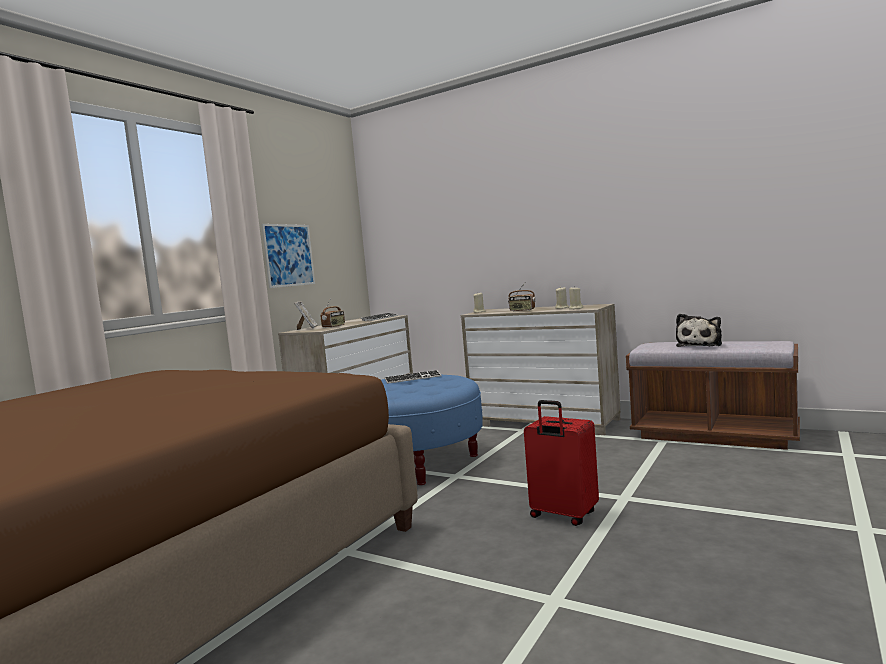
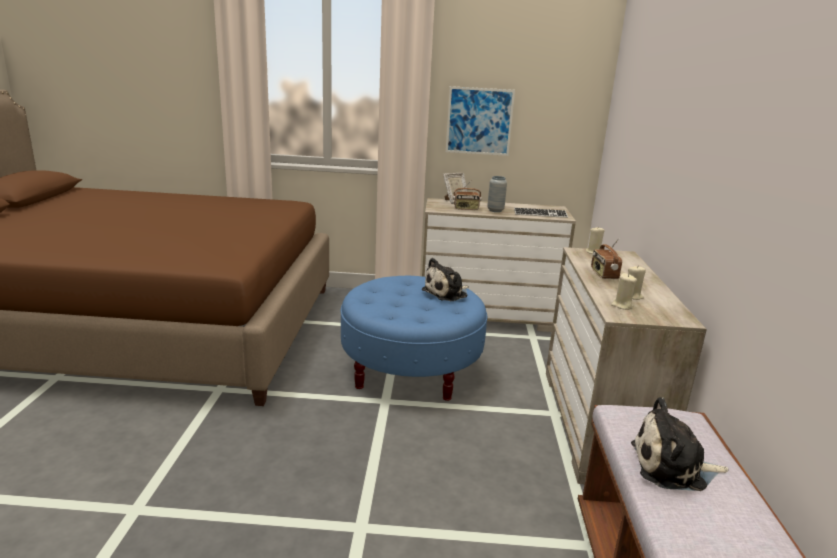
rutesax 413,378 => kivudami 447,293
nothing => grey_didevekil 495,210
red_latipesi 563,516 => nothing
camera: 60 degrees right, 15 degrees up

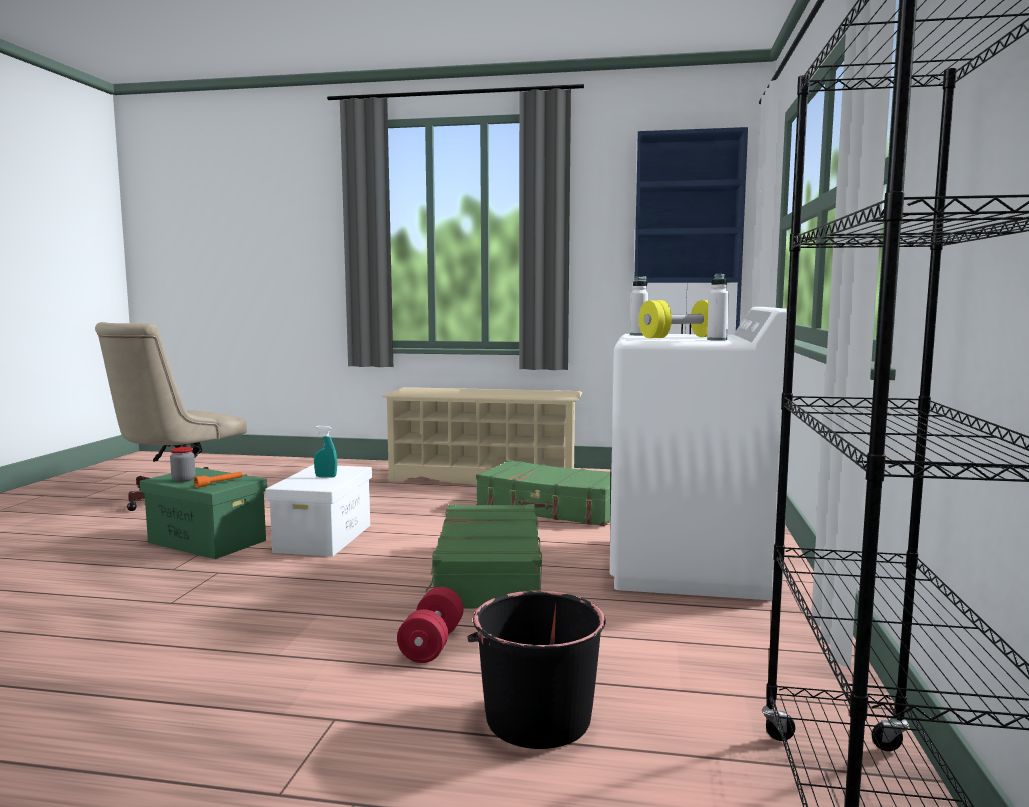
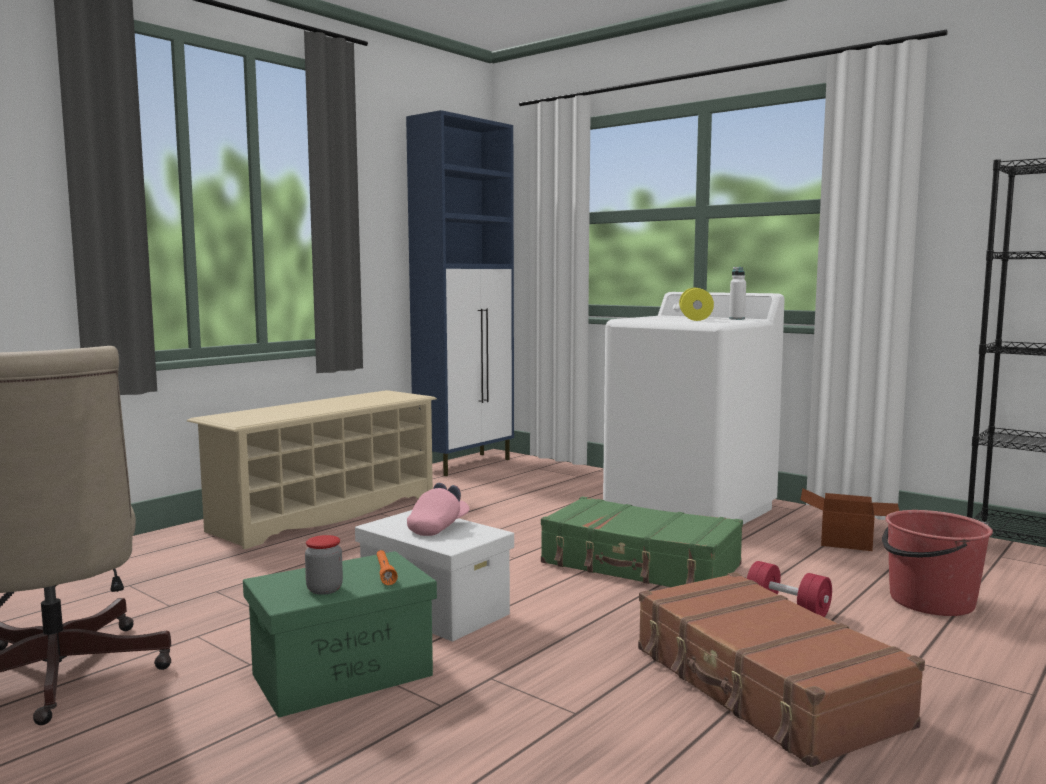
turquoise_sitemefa 326,477 => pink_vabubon 438,527
nothing => brown_latipesi 764,687
nothing => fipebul 848,541
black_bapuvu 537,718 => red_bapuvu 930,601
green_latipesi 552,509 => nothing
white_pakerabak 638,335 => nothing
camera: 60 degrees left, 0 degrees up

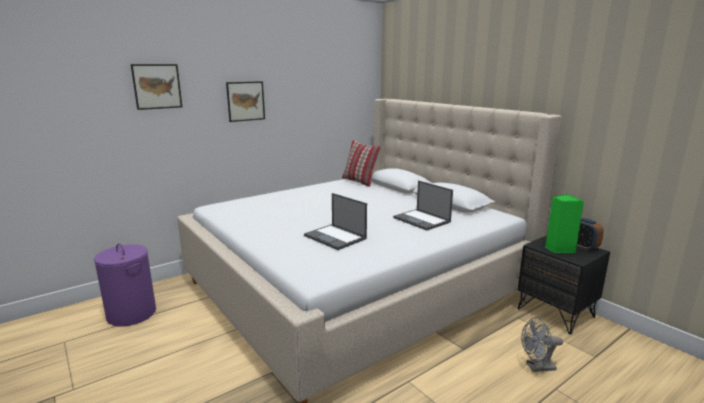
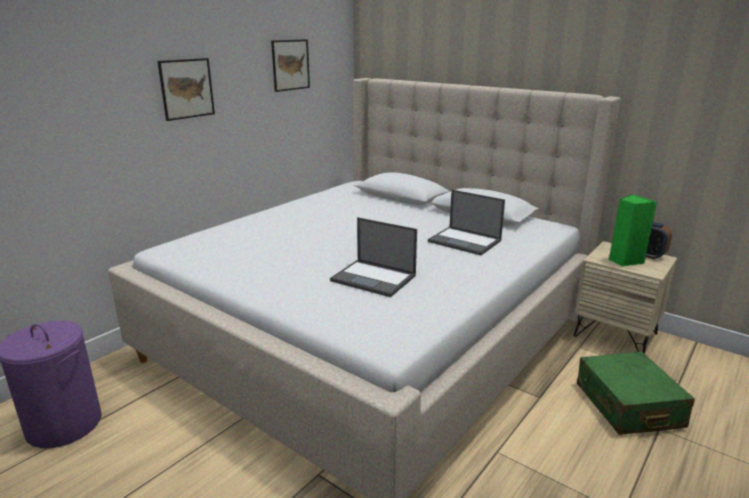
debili 157,86 => debili 290,65, relocated
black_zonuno 556,313 => beige_zonuno 615,335
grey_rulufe 536,367 => green_latipesi 628,405
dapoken 359,181 => nothing
camera: 15 degrees left, 5 degrees up

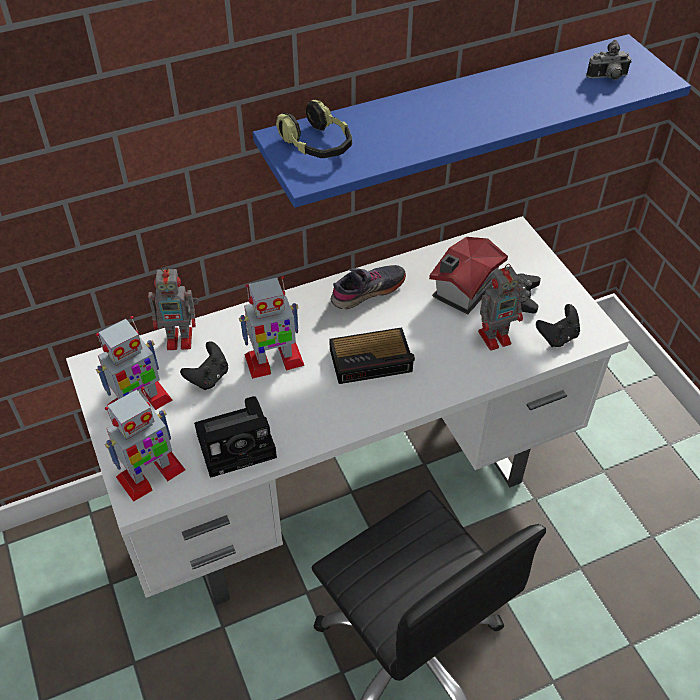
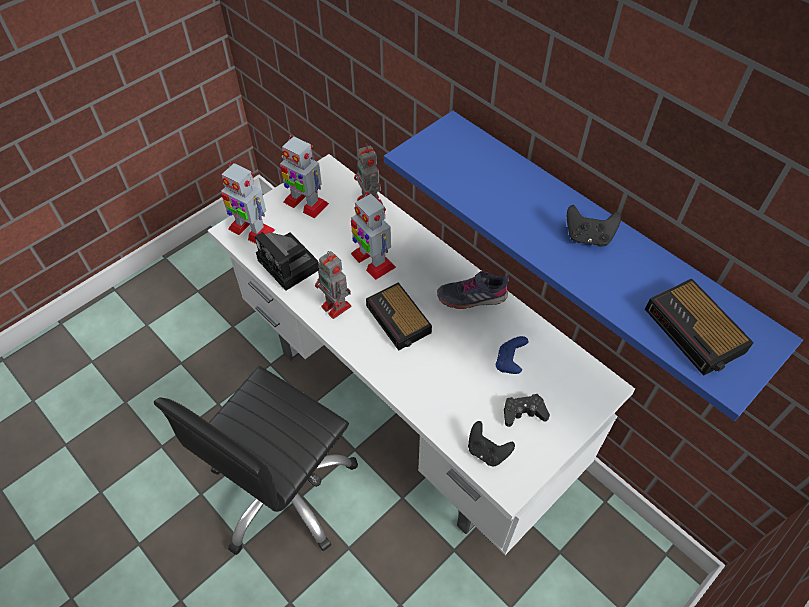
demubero 496,337 => demubero 337,307, relocated
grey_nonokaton 368,291 => grey_nonokaton 472,296, 135 degrees clockwise
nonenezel 463,289 => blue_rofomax 509,362
black_rofomax 208,377 => black_rofomax 588,237, relocated
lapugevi 607,78 => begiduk 695,332
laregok 317,145 => nothing
camera: 70 degrees right, 5 degrees up

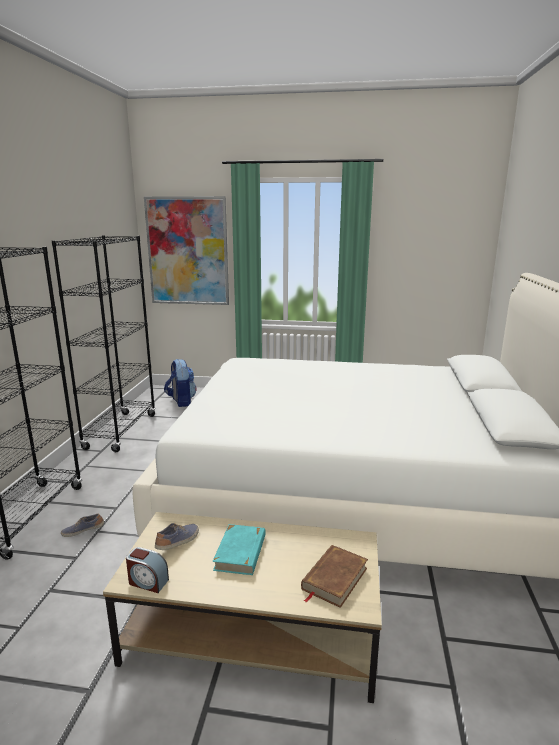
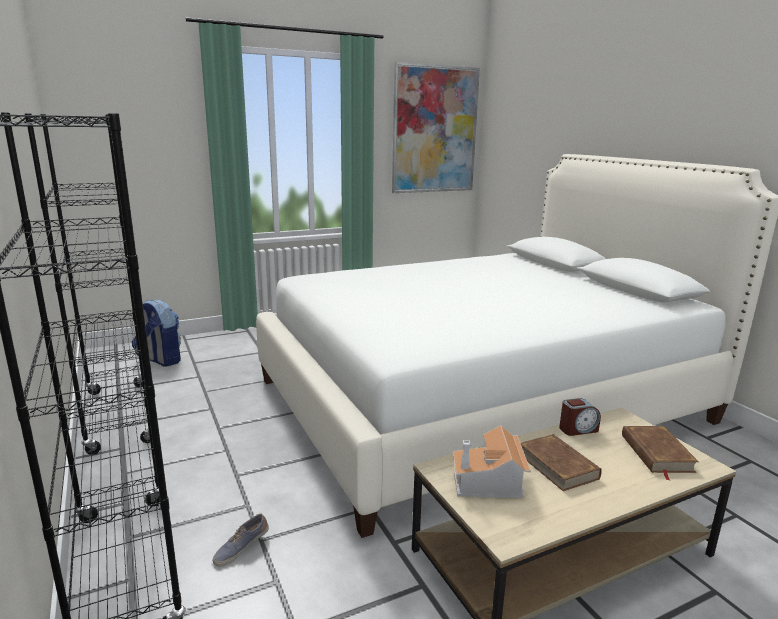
debili 187,251 => debili 435,130, relocated
nonokaton 178,542 => nonenezel 489,482
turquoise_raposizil 241,552 => brown_raposizil 557,465
begiduk 147,582 => begiduk 578,429, relocated
camera: 35 degrees left, 0 degrees up

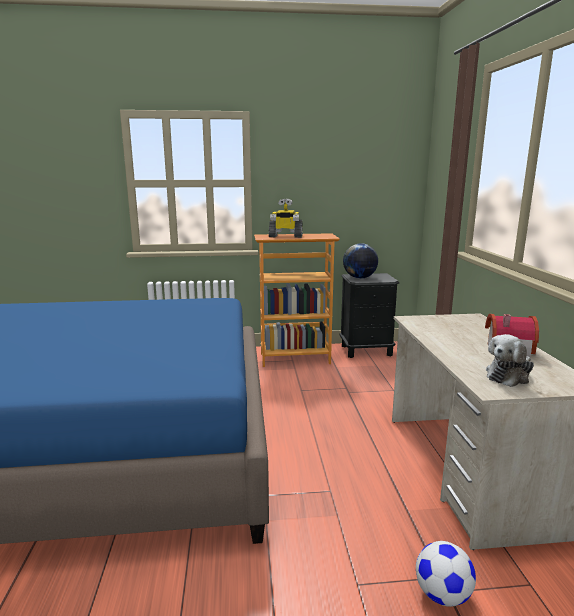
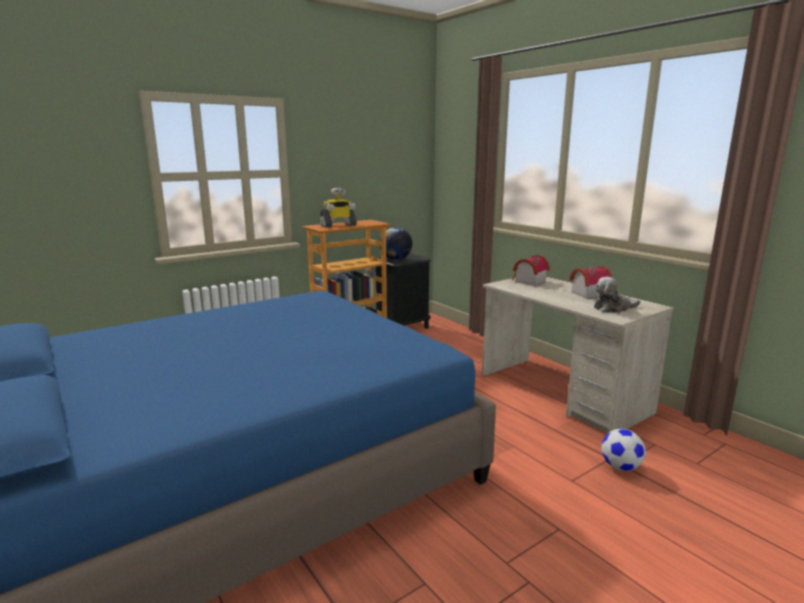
nothing => nonenezel 528,281
kivudami 509,375 => kivudami 613,308, 60 degrees clockwise
camera: 30 degrees left, 0 degrees up

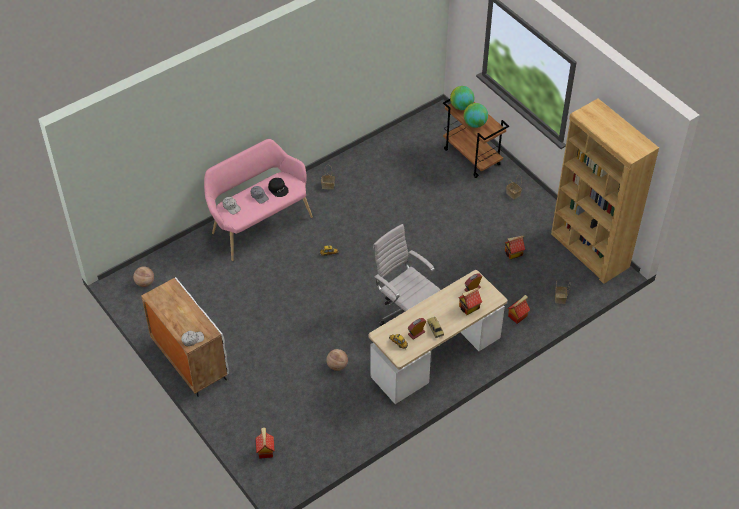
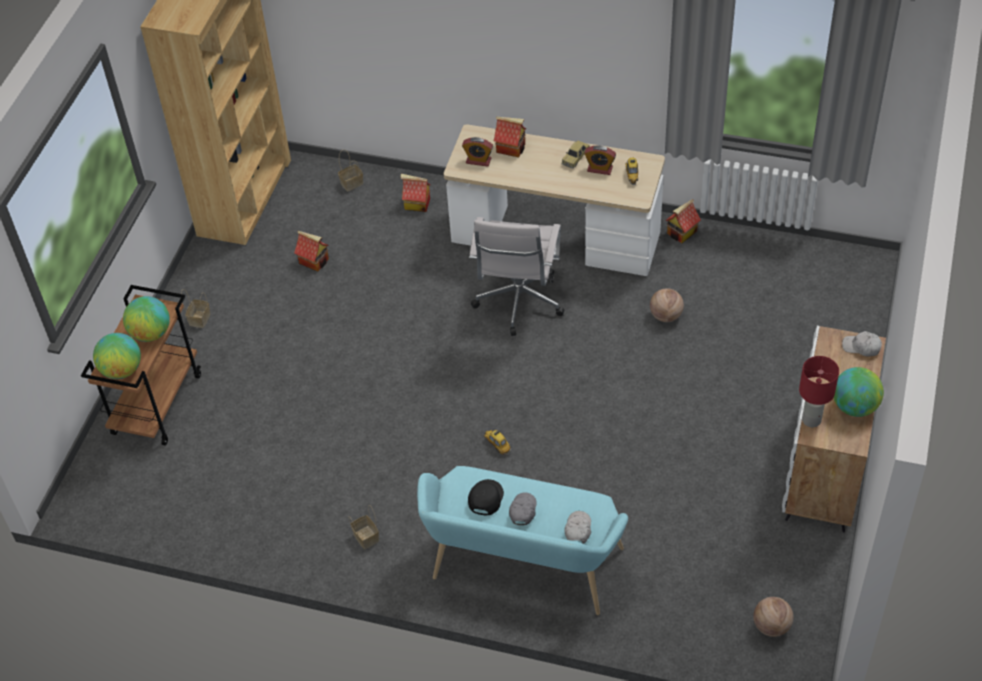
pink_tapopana 258,223 => turquoise_tapopana 522,570
nonenezel 265,450 => nonenezel 682,233, relocated
nothing => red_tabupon 811,419
nothing => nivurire 854,406
camera: 125 degrees left, 0 degrees up

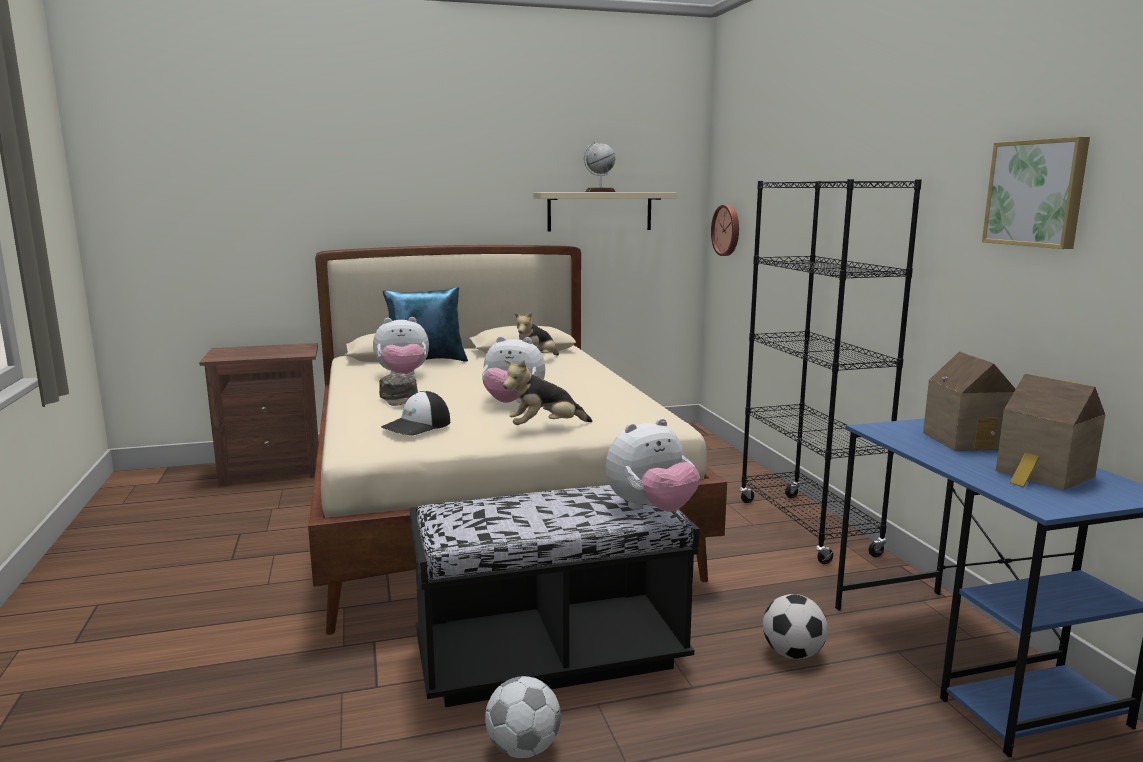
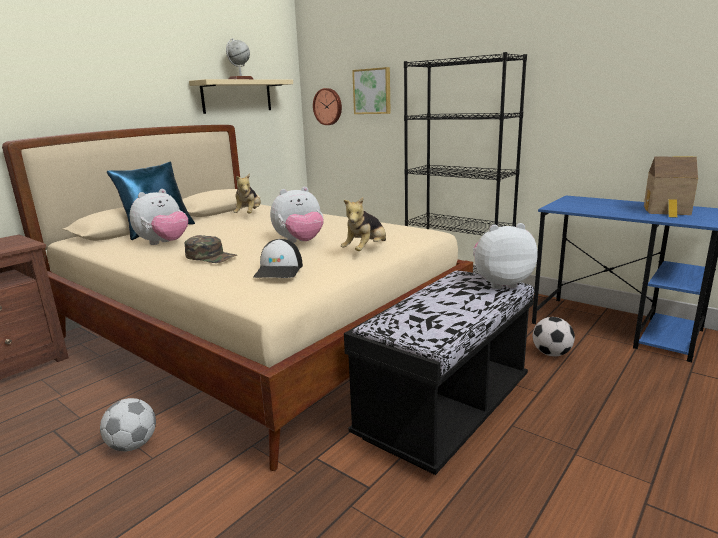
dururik 523,748 => dururik 132,445, relocated
debili 1037,193 => debili 372,91, relocated
kivudami 651,509 => kivudami 500,283, 120 degrees counterclockwise
nonenezel 968,440 => nothing
camera: 35 degrees left, 5 degrees up

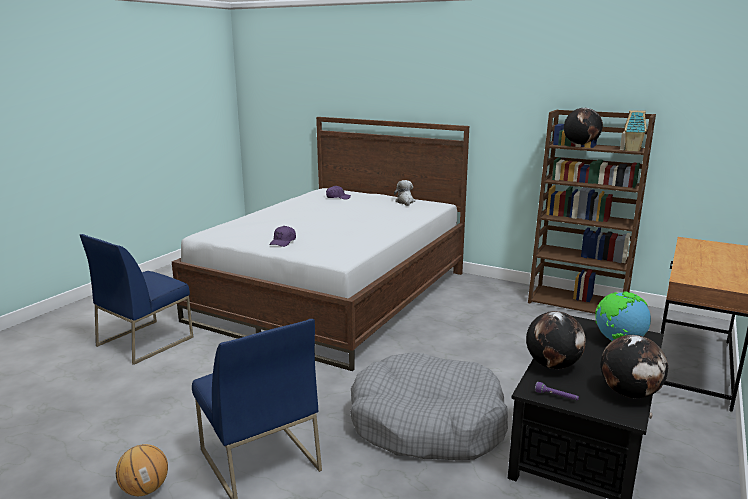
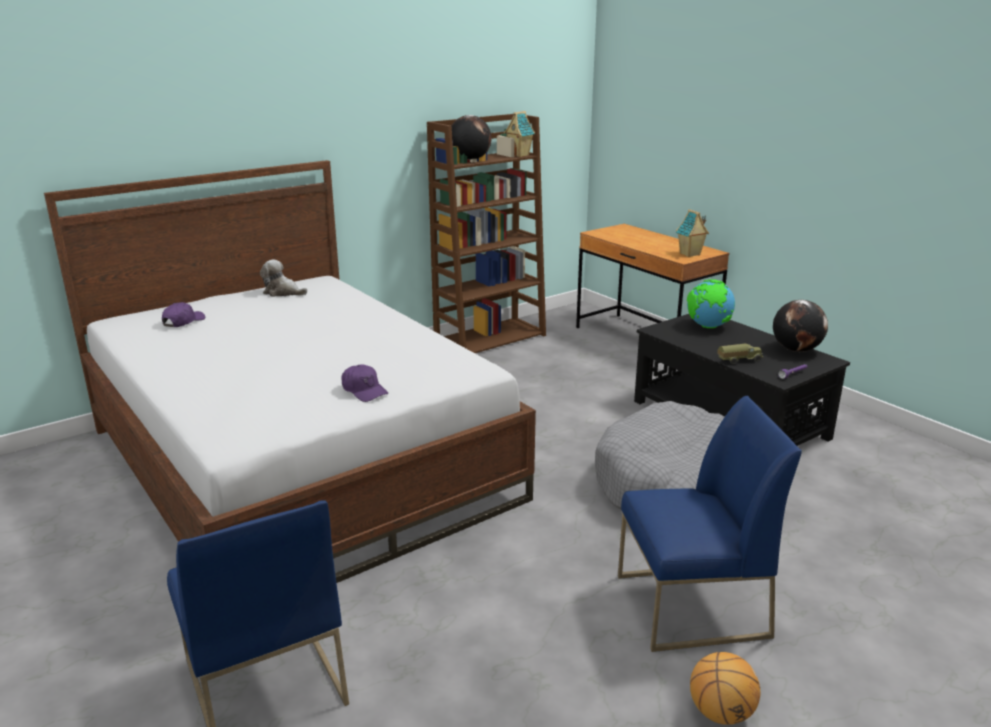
nothing => nonenezel 690,254
nivurire 552,365 => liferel 739,360
camera: 65 degrees left, 5 degrees up

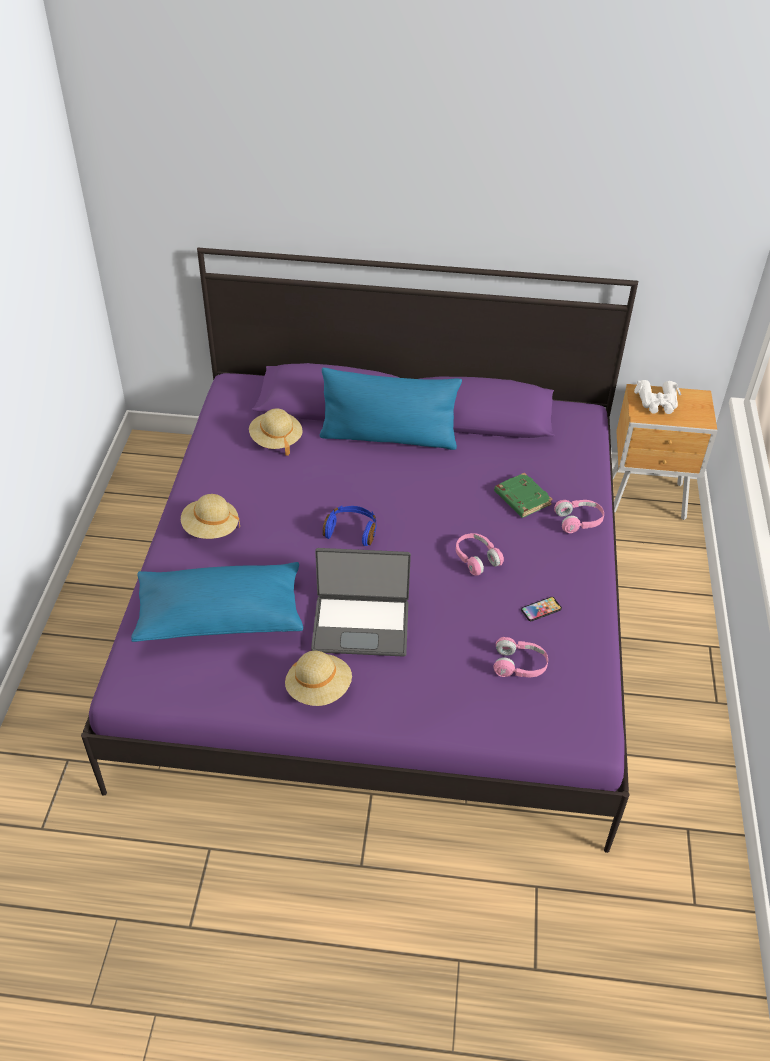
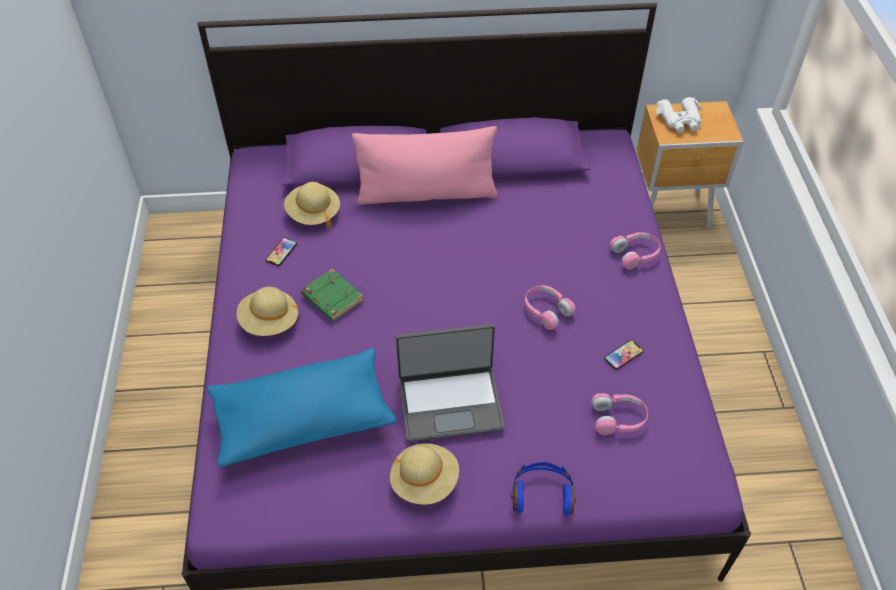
nothing => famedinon 281,252
green_raposizil 521,498 => green_raposizil 331,298, relocated
blue_dapoken 388,437 => pink_dapoken 426,194
blue_laregok 351,531 => blue_laregok 542,494, relocated
camera: 10 degrees left, 5 degrees up

